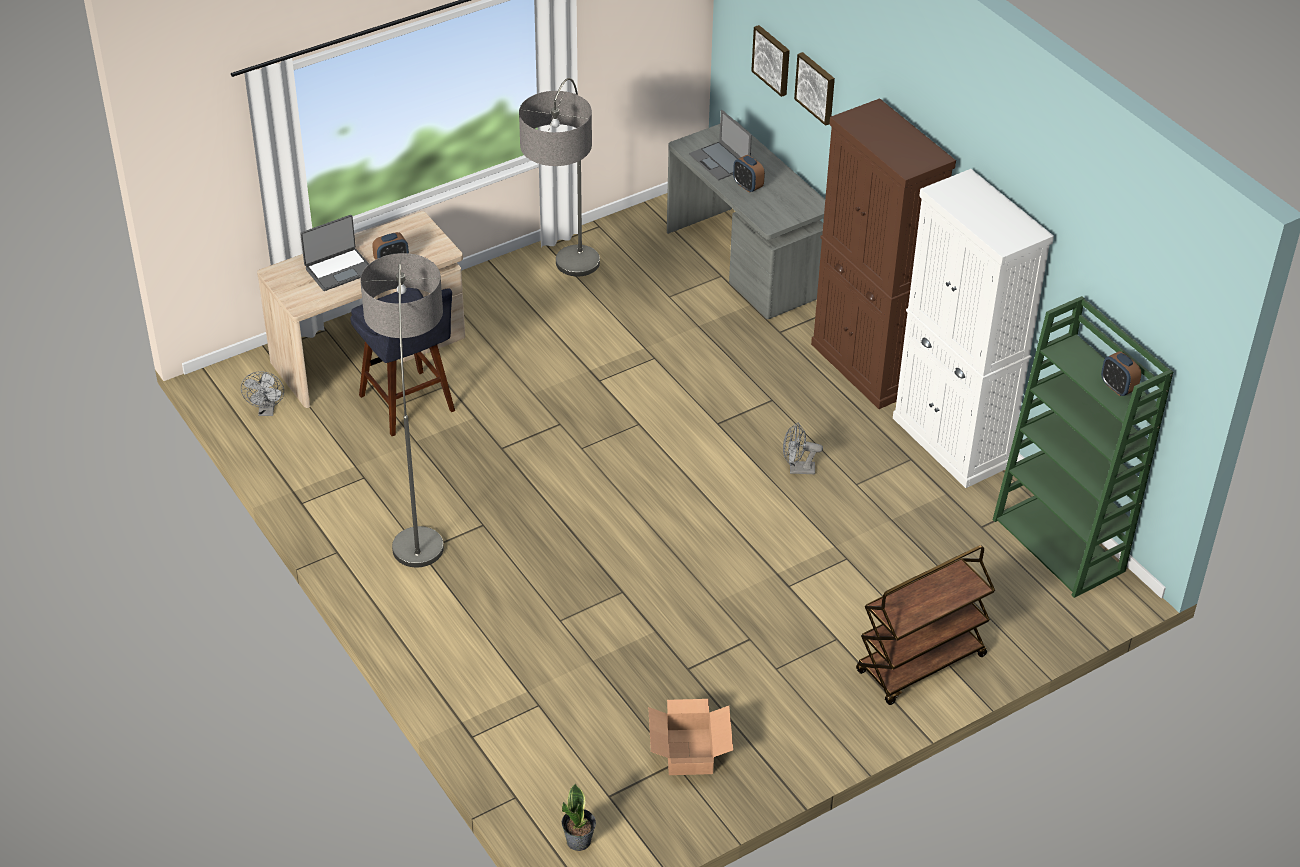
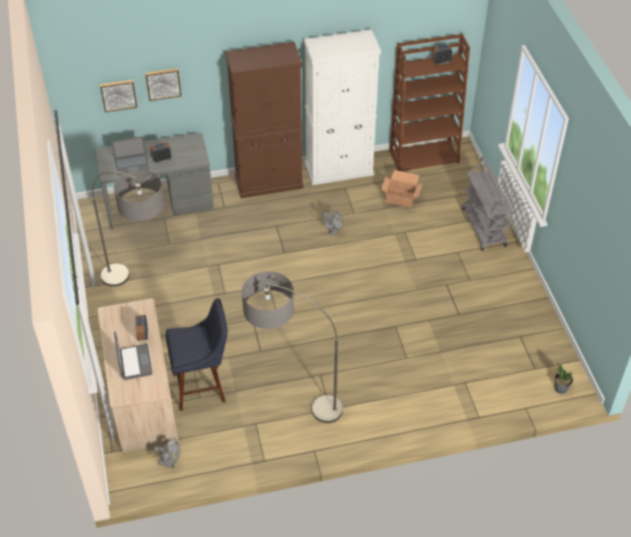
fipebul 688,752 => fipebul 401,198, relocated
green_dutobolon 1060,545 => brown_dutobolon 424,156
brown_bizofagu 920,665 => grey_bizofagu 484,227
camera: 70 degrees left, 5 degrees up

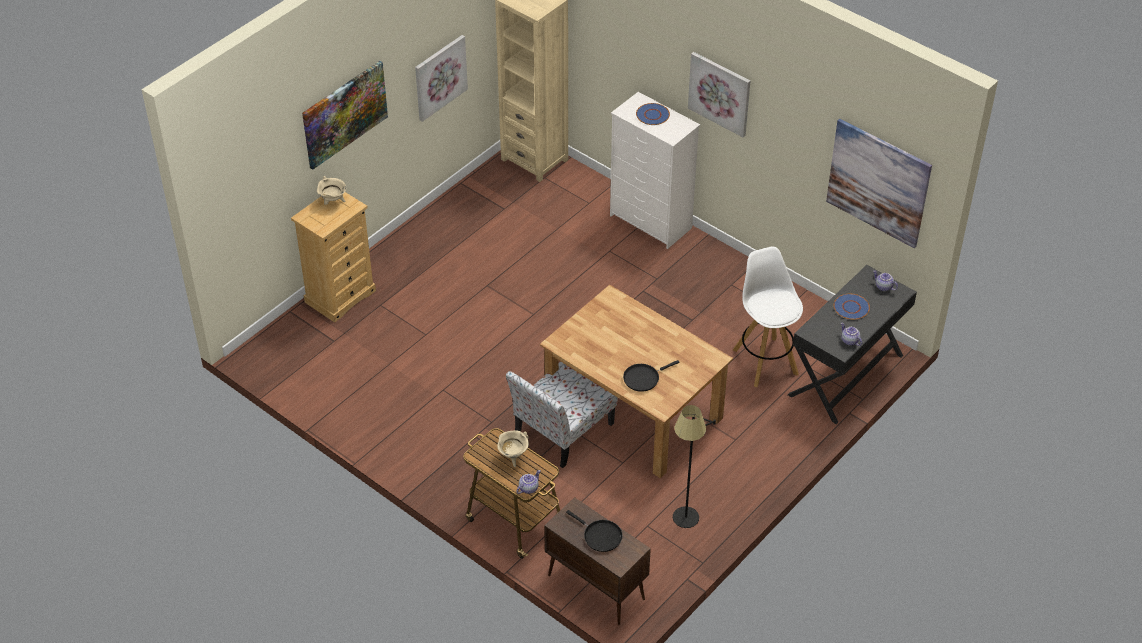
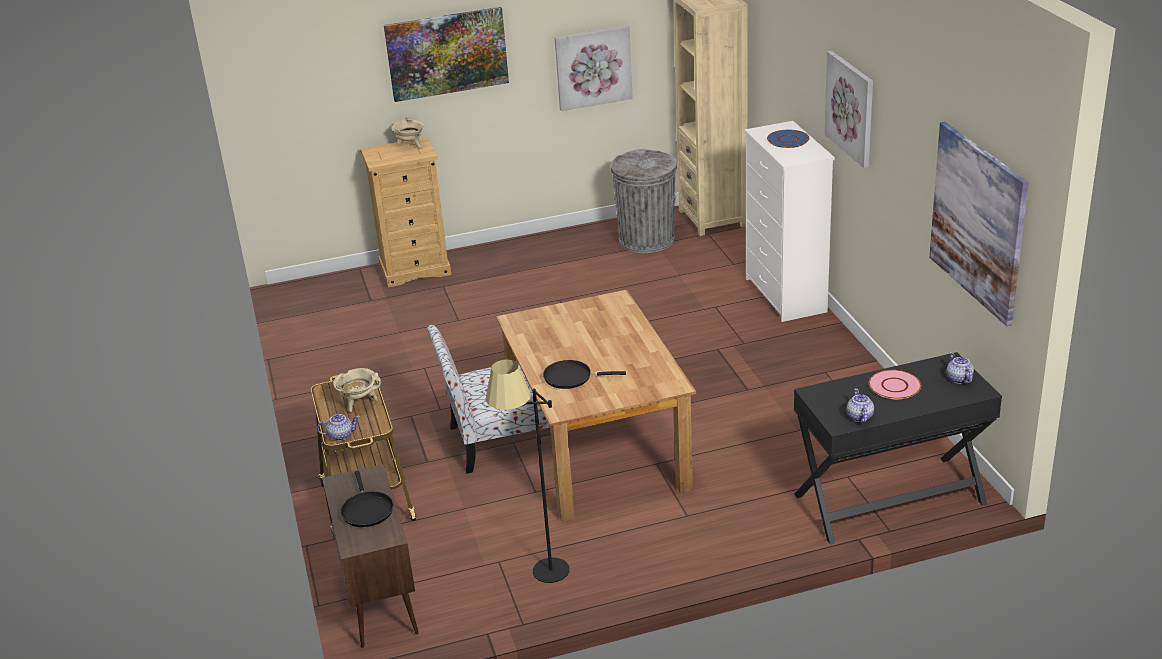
nothing => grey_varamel 646,240
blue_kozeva 851,307 => pink_kozeva 894,386
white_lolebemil 765,361 => nothing
camera: 35 degrees right, 15 degrees down

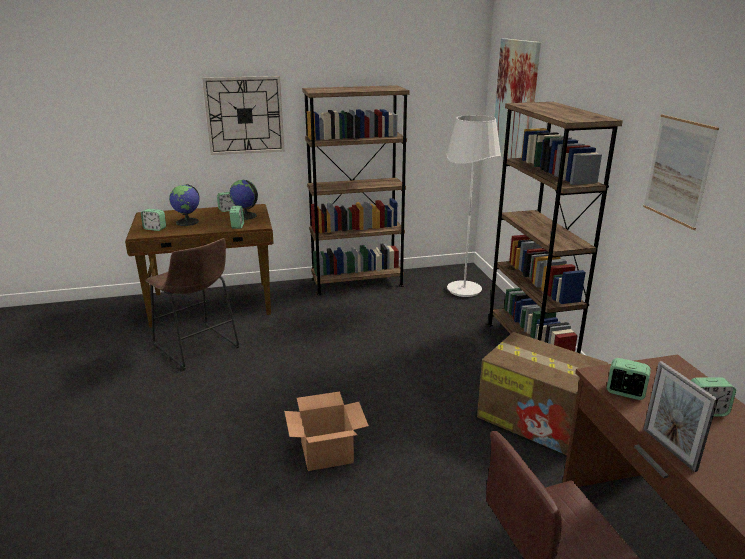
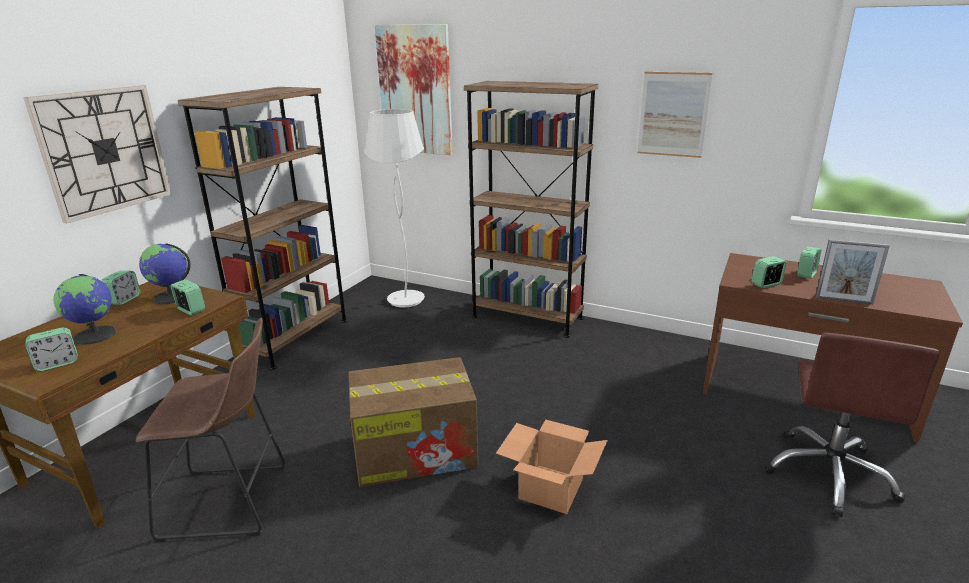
fipebul 538,419 => fipebul 417,450, relocated
camera: 50 degrees left, 0 degrees up

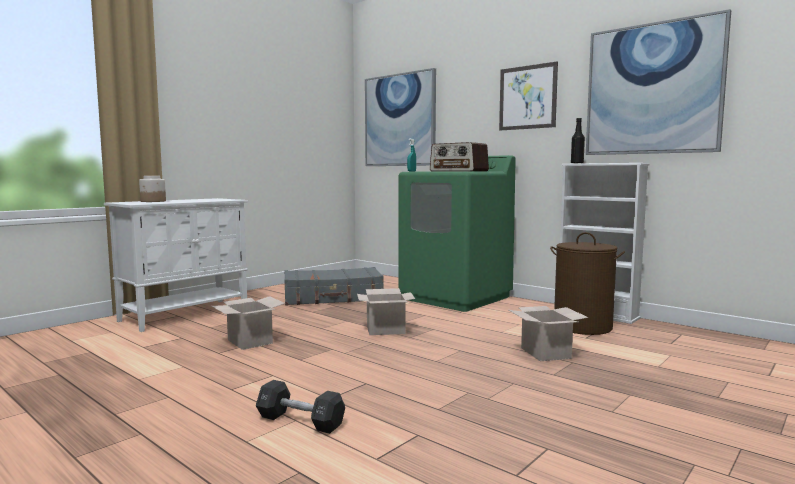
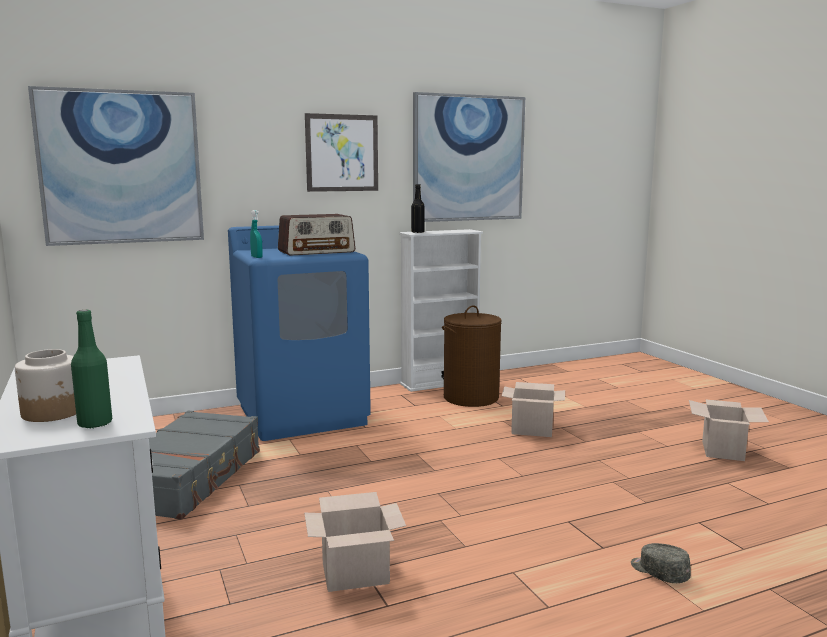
nothing => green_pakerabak 95,423
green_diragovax 456,297 => blue_diragovax 303,414
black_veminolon 300,421 => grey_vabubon 659,572
fipebul 384,330 => fipebul 723,451, relocated
camera: 65 degrees left, 5 degrees up

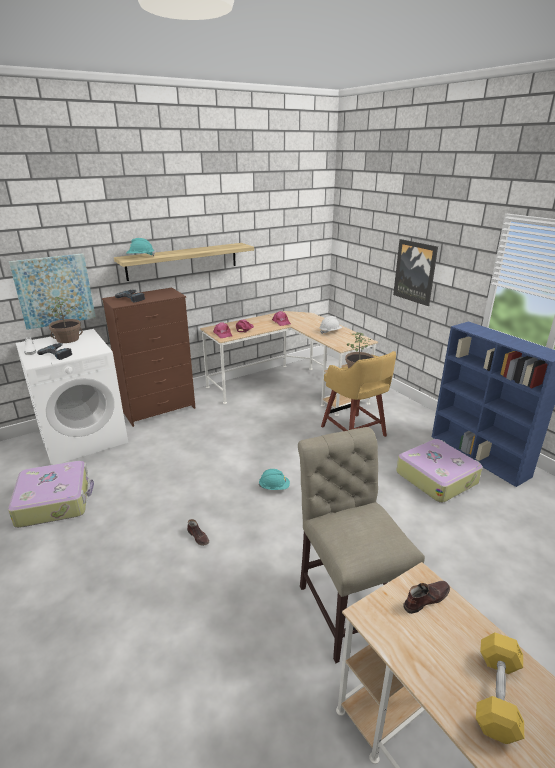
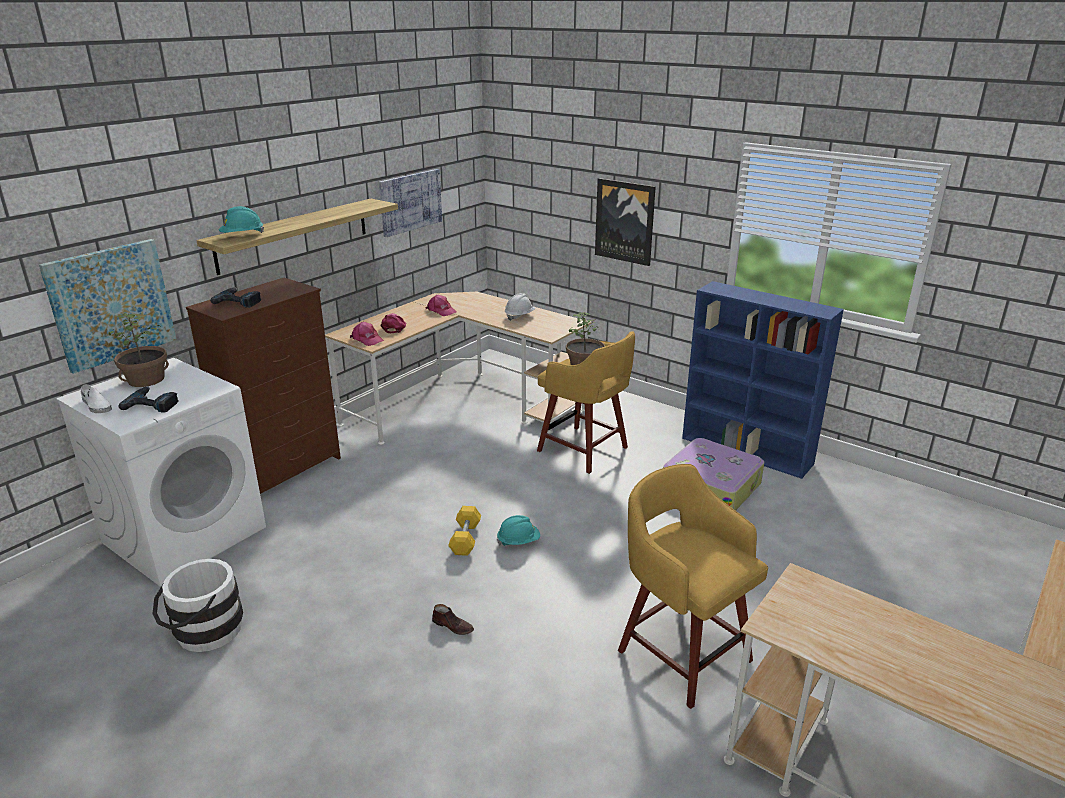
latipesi 55,501 => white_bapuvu 203,633
nothing => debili 410,202
yellow_veminolon 497,695 => yellow_veminolon 465,538, relocated
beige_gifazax 348,604 => yellow_lolebemil 681,652
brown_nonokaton 425,599 => nothing
camera: 20 degrees left, 0 degrees up

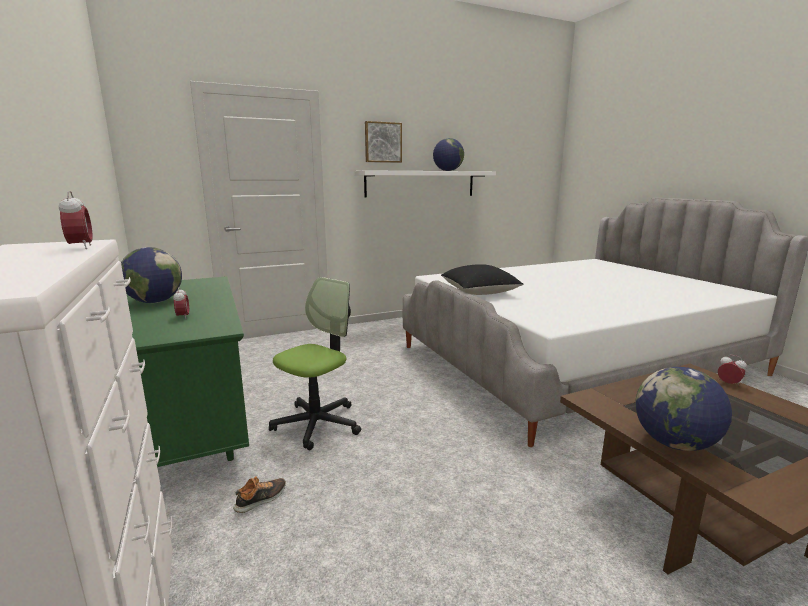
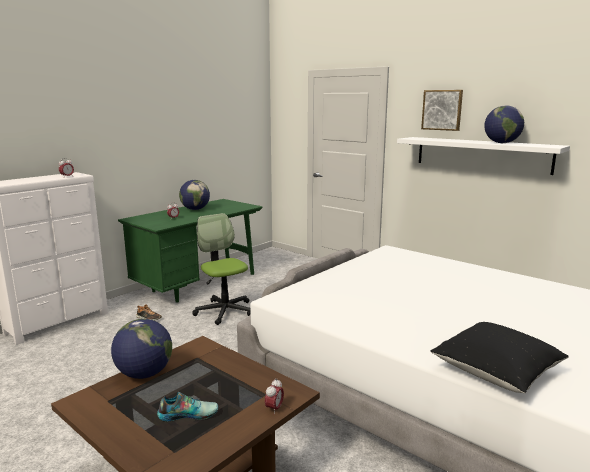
nothing => nonokaton 188,413
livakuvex 317,424 => livakuvex 224,311, 135 degrees counterclockwise
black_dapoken 479,292 => black_dapoken 496,372, relocated
camera: 65 degrees right, 0 degrees up

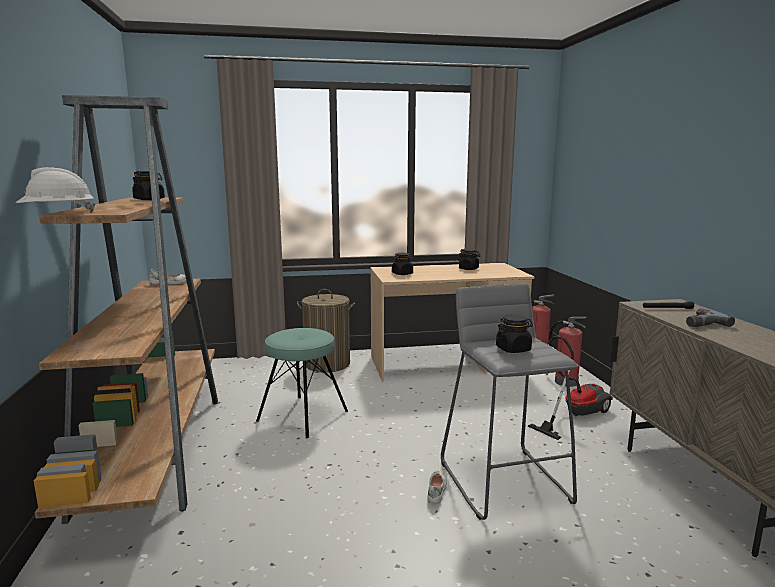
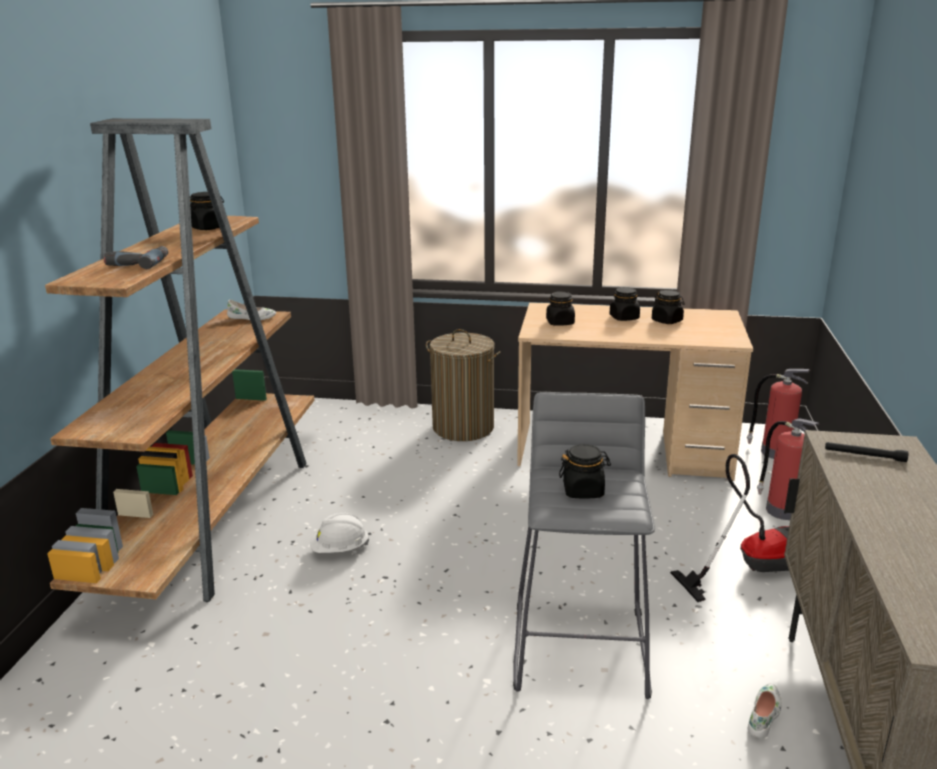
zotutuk 700,323 => zotutuk 137,263, relocated
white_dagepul 57,214 => white_dagepul 340,550, relocated
nothing => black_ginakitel 624,318
white_nonokaton 437,490 => white_nonokaton 764,715, relocated
turquoise_lolebemil 303,416 => nothing
camera: 20 degrees right, 10 degrees up

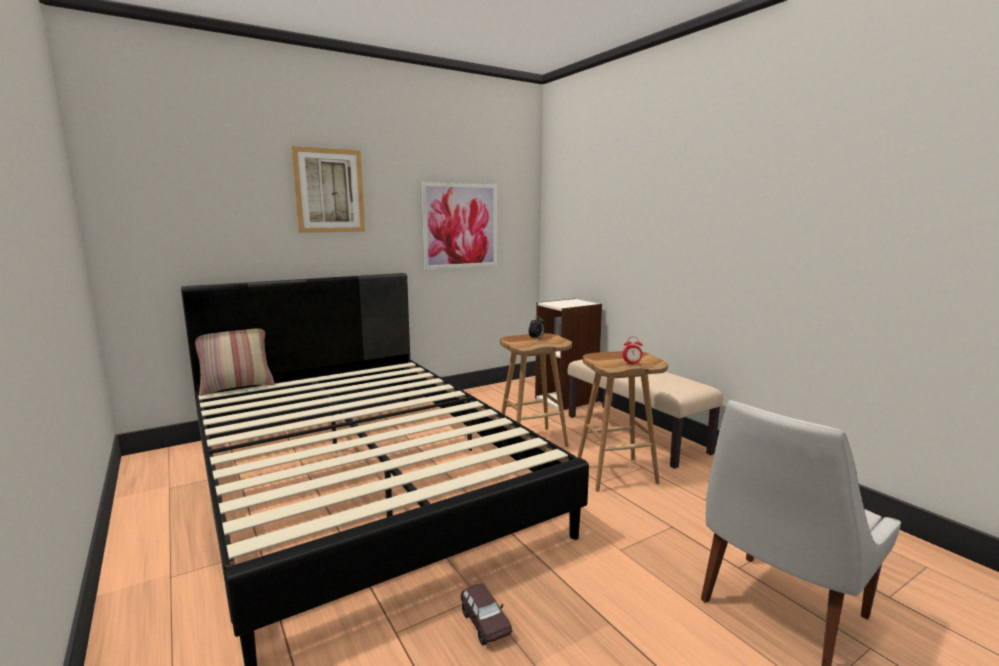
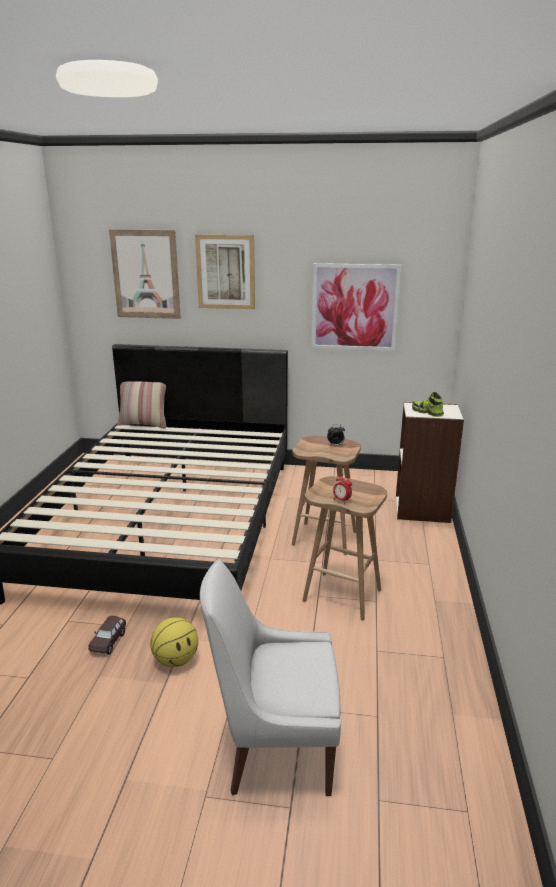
nothing => debili 145,274
nothing => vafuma 176,660
nothing => nonokaton 427,412
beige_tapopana 636,434 => nothing
camera: 40 degrees right, 10 degrees up

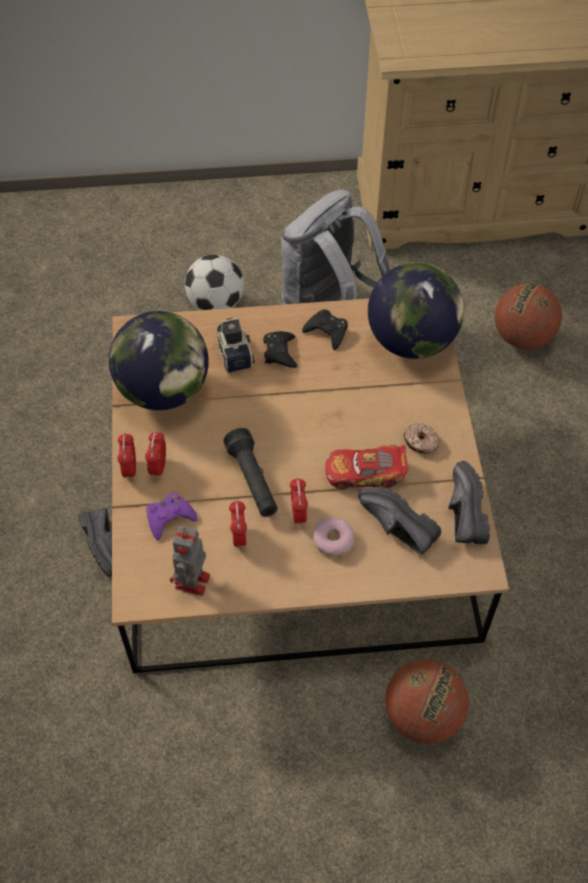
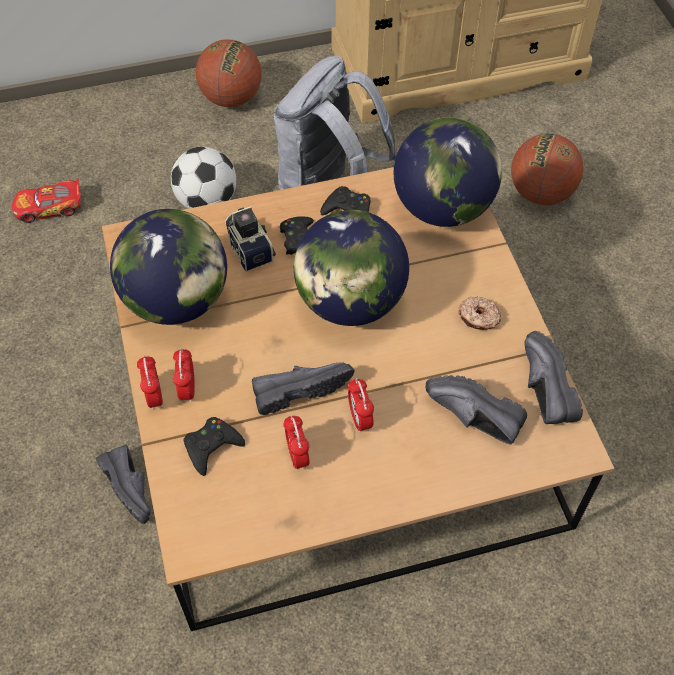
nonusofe 365,473 => nonusofe 49,207, relocated
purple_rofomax 169,518 => black_rofomax 212,447
vafuma 422,715 => vafuma 231,98, relocated
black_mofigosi 253,480 => black_nonokaton 300,389
nothing => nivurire 350,302
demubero 192,583 => nothing
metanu 333,540 => nothing
camera: 10 degrees left, 0 degrees up

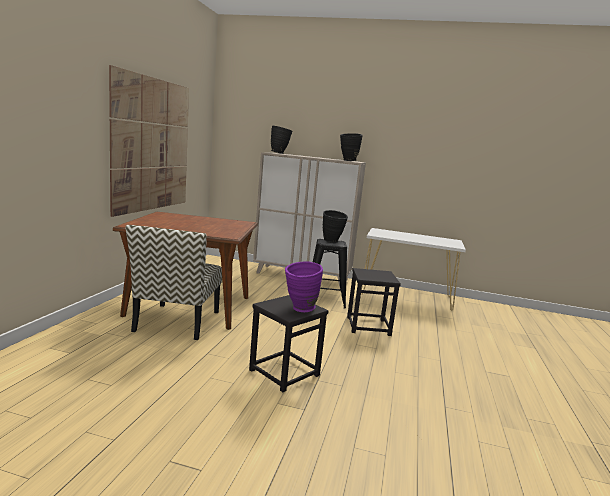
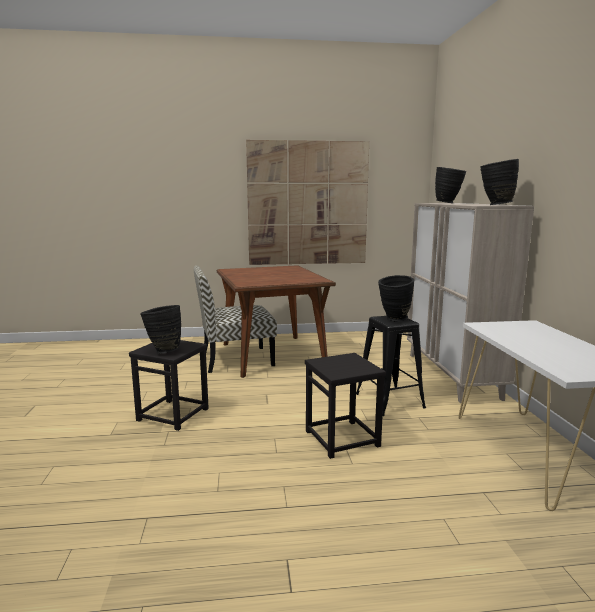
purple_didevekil 300,309 => black_didevekil 163,351
camera: 70 degrees right, 0 degrees up

